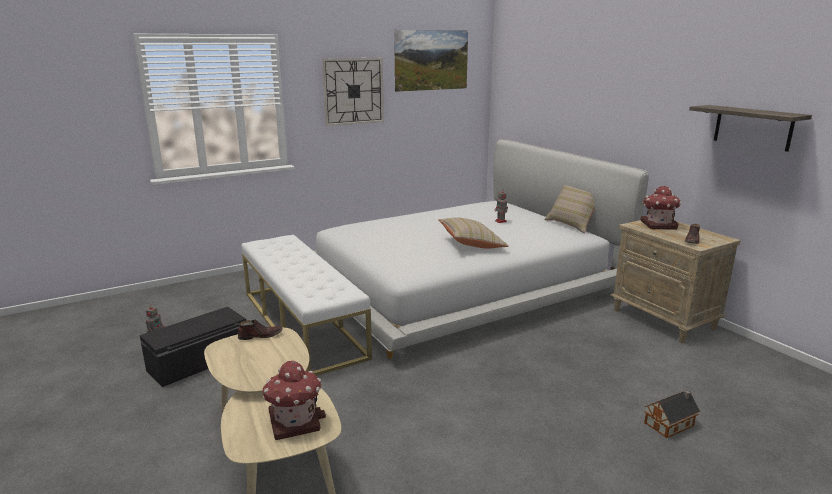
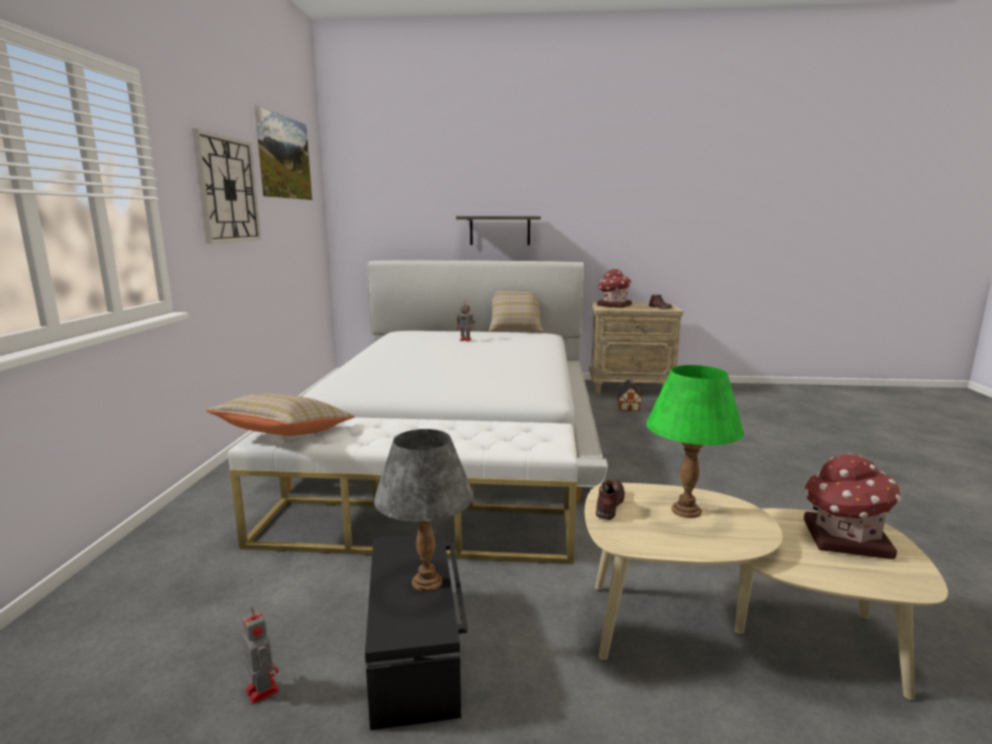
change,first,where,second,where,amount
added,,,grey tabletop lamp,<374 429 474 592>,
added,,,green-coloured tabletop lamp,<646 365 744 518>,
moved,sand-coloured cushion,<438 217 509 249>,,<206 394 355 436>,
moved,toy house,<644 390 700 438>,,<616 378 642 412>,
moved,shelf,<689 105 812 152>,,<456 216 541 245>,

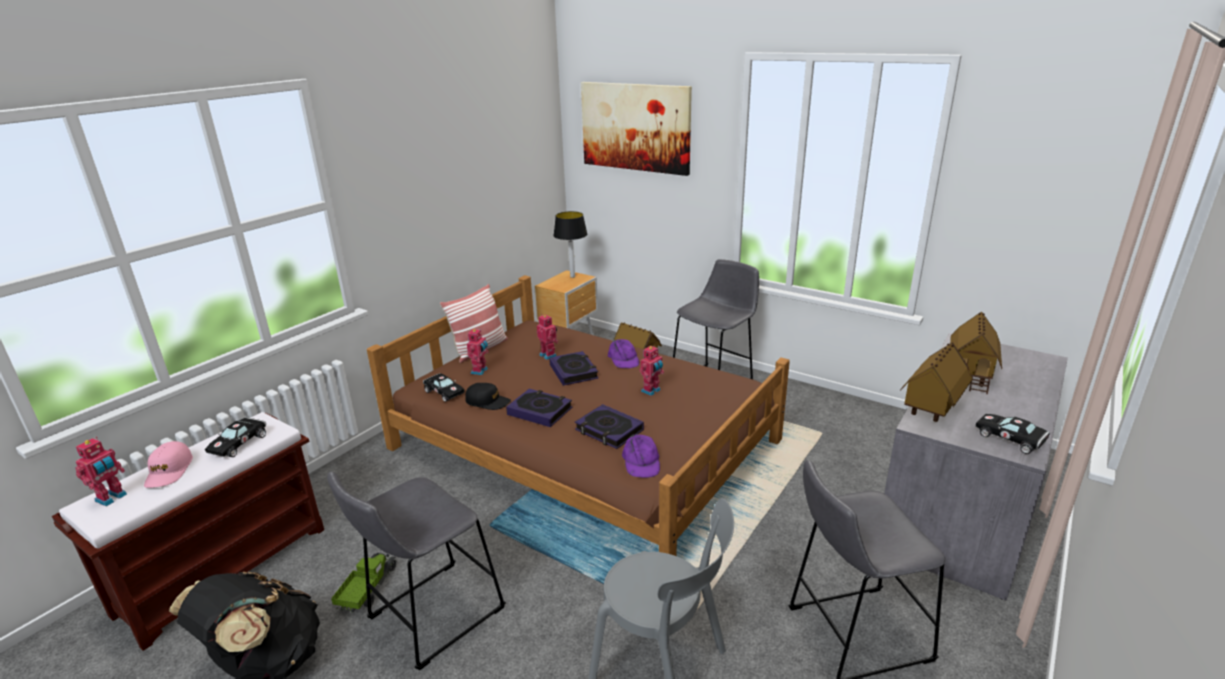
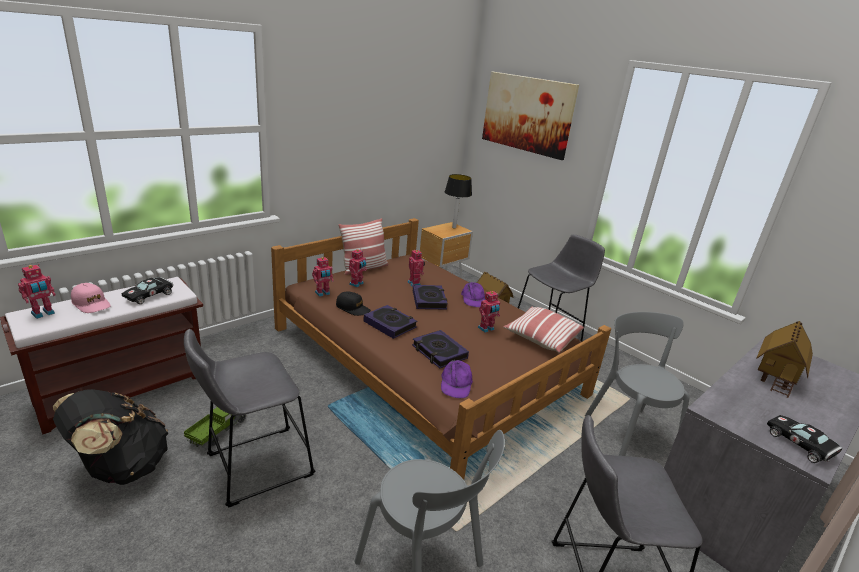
change,first,where,second,where,amount
removed,toy house,<900 342 972 422>,,,
added,,,cushion,<503 307 584 353>,
added,,,grey plain chair,<585 312 689 456>,
replaced,blackish toy car,<423 373 465 402>,robot figure,<312 257 334 297>,
turned,pinkish cap,<144 441 193 488>,,<71 283 111 313>,60 degrees counterclockwise

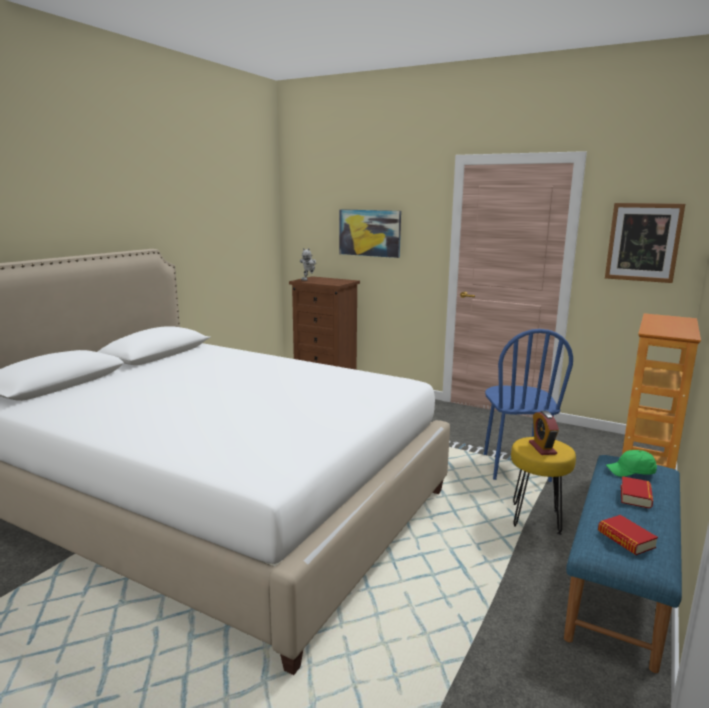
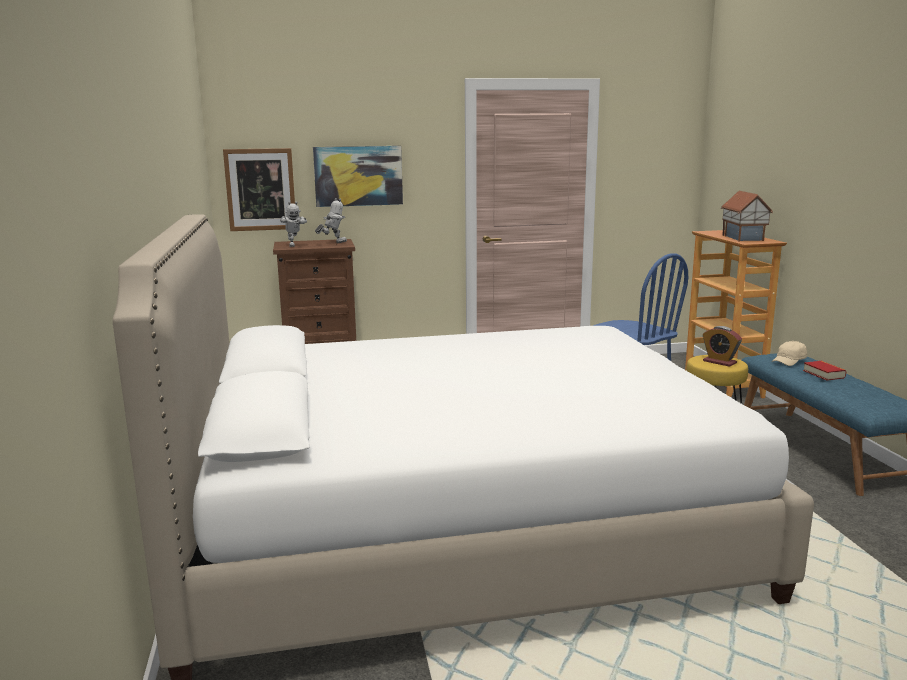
change,first,where,second,where,amount
removed,volume,<598 515 658 555>,,,
added,,,robot figure,<315 198 347 243>,
added,,,toy house,<721 191 773 241>,
moved,wall picture,<605 203 685 283>,,<223 148 295 231>,
recoloured,green-coloured cap,<606 450 657 477>,sand-coloured cap,<772 341 807 366>,

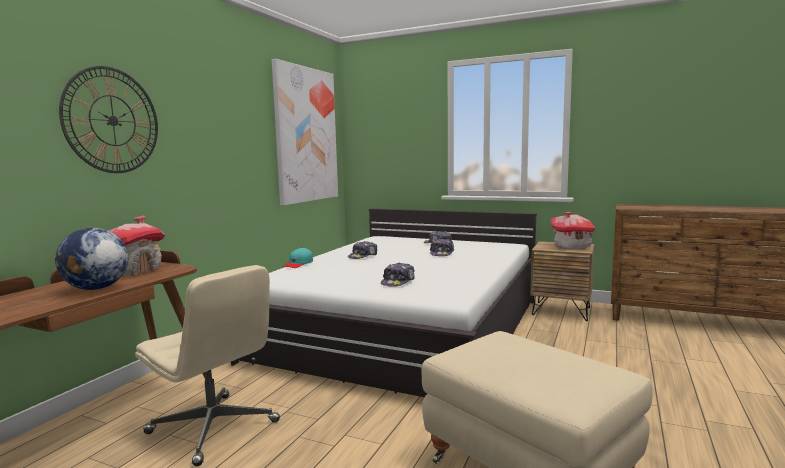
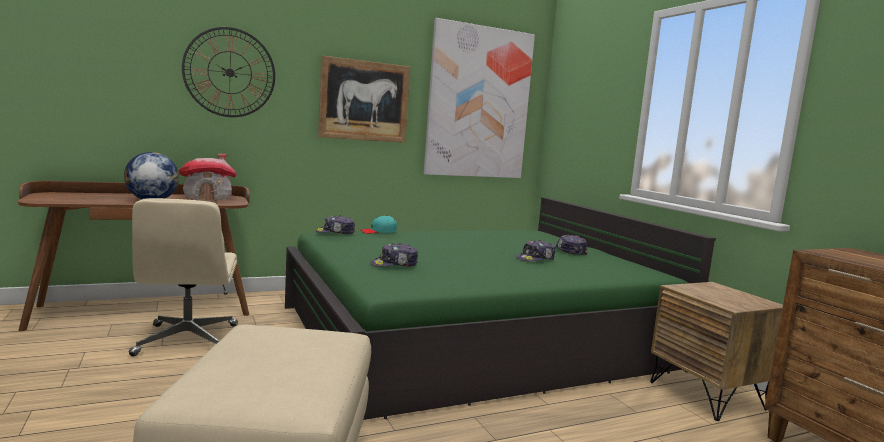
change,first,where,second,where,amount
removed,toy house,<551 212 595 249>,,,
added,,,wall picture,<318 56 410 143>,
moved,cap,<348 241 377 259>,,<315 216 355 234>,
recoloured,white-coloured sleeping bed,<231 208 537 397>,green-coloured sleeping bed,<285 197 716 420>,

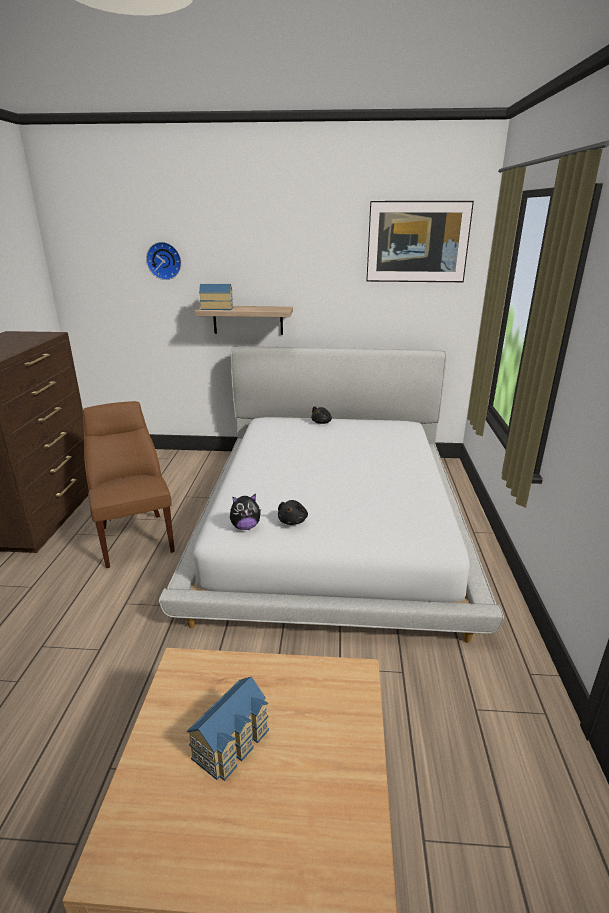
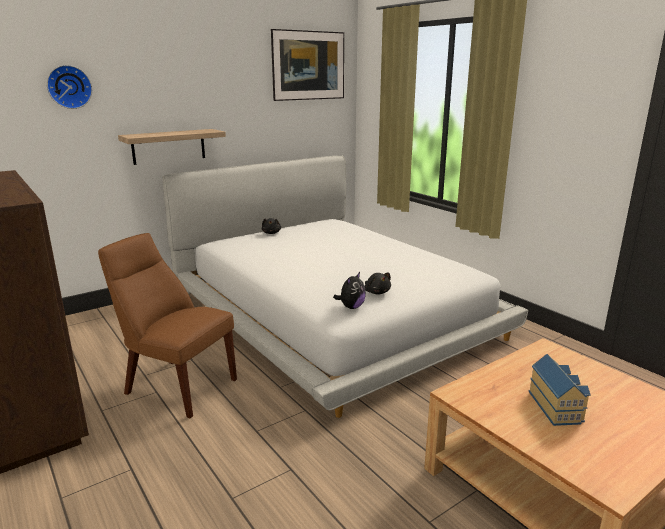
change,first,where,second,where,amount
removed,toy house,<199 284 233 310>,,,

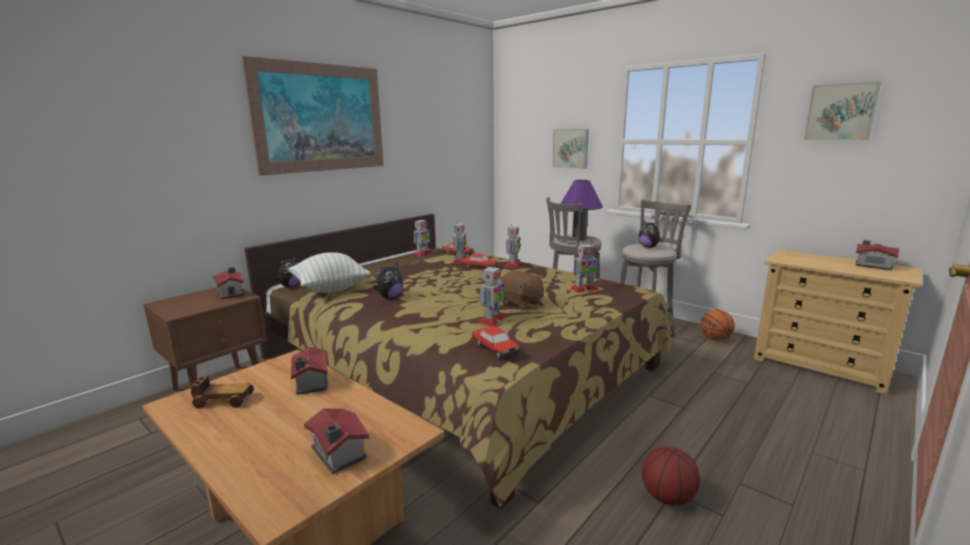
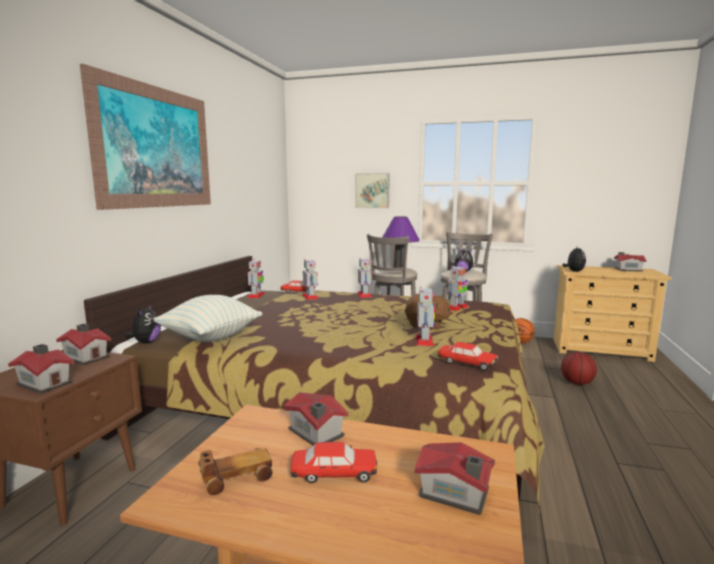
change,first,where,second,where,amount
removed,wall picture,<804 82 881 140>,,,
added,,,toy house,<8 344 74 394>,
moved,cuddly toy,<373 263 403 299>,,<562 245 586 272>,
moved,toy car,<461 254 498 268>,,<291 442 377 483>,
moved,basketball ball,<642 447 700 506>,,<561 352 597 385>,

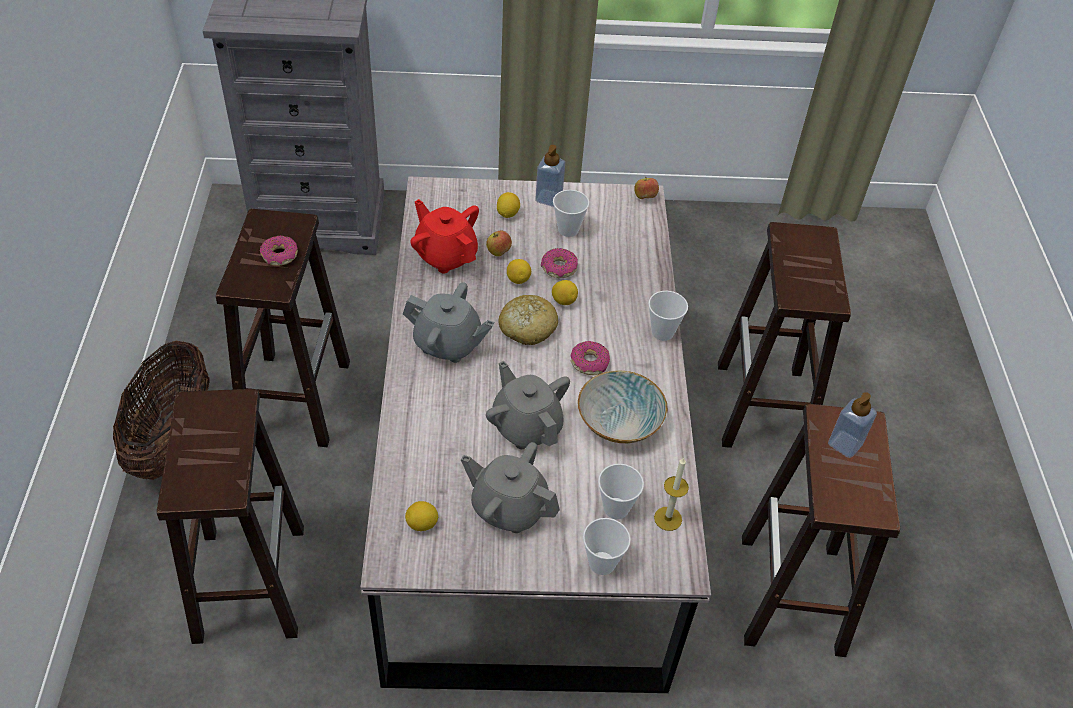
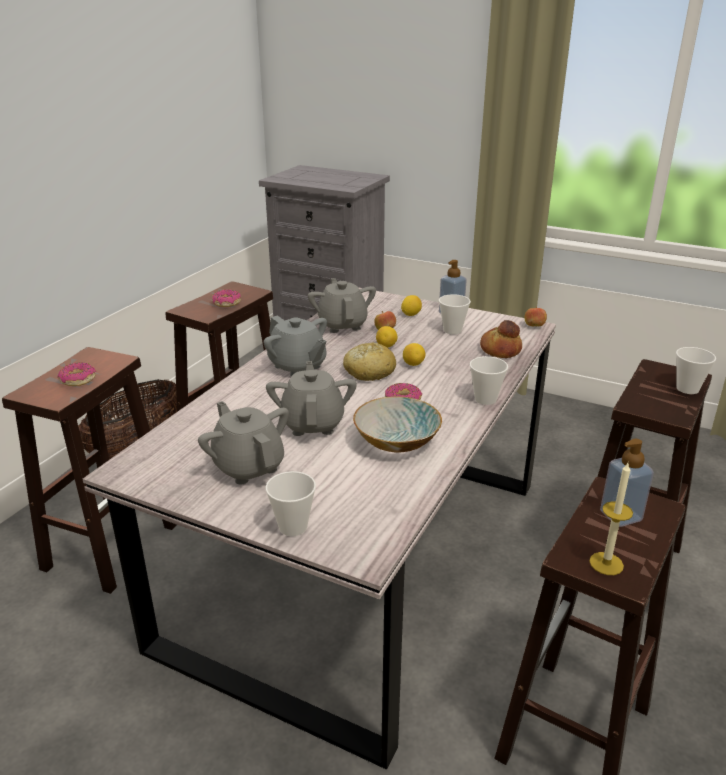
change,first,where,second,where,amount
removed,whole lemon,<405 501 438 531>,,,
added,,,bakery bread,<480 320 522 358>,
moved,doughnut,<541 248 578 278>,,<57 363 96 386>,
moved,small cup,<598 464 644 519>,,<676 347 716 394>,
moved,candle,<654 458 689 531>,,<589 463 633 575>,
recoloured,red-coloured teapot,<410 199 479 274>,grey teapot,<308 278 376 333>,

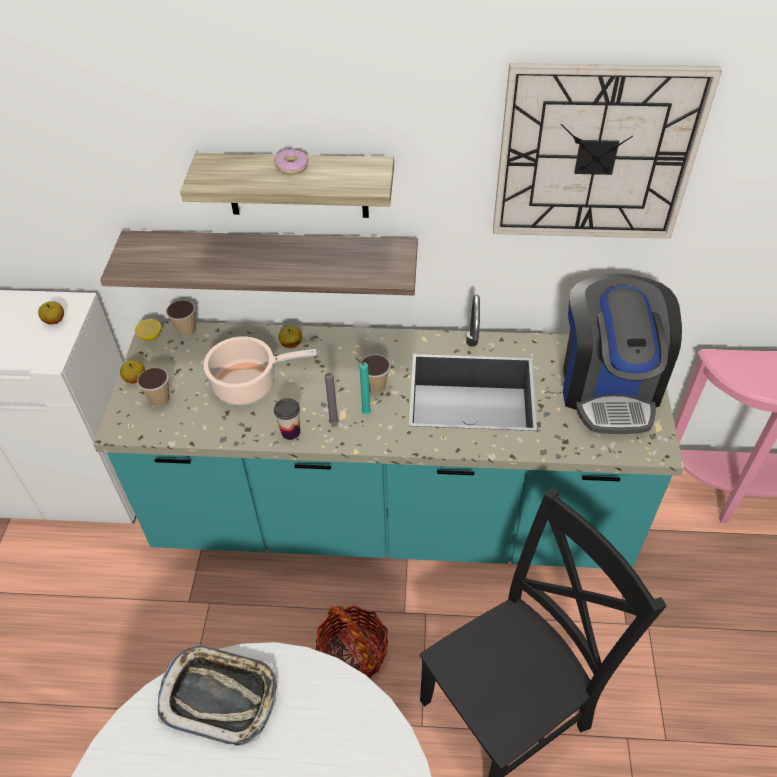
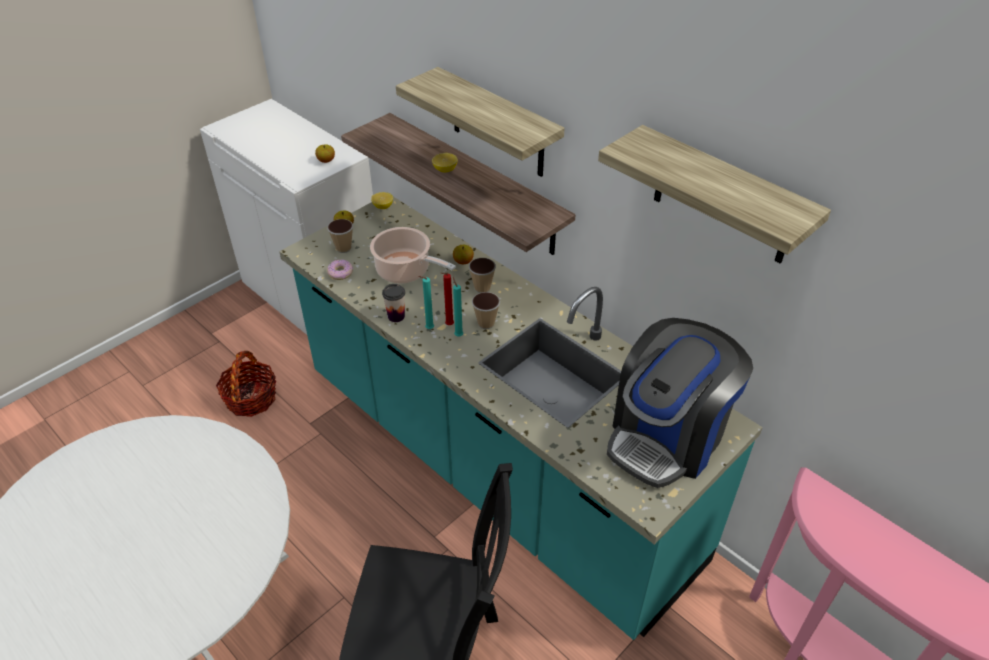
change,first,where,second,where,amount
removed,serving tray,<158 645 278 746>,,,
added,,,whole lemon,<432 153 458 173>,
added,,,red-coloured candle,<441 272 454 325>,
moved,small cup,<166 300 195 338>,,<469 258 496 293>,
moved,doughnut,<274 149 309 175>,,<327 260 353 280>,
moved,storage basket,<316 605 389 678>,,<216 351 276 417>,
replaced,hanging clock,<493 63 722 239>,shelf,<598 125 831 263>,
recoloured,grey candle,<325 373 339 425>,turquoise-coloured candle,<418 276 434 329>,

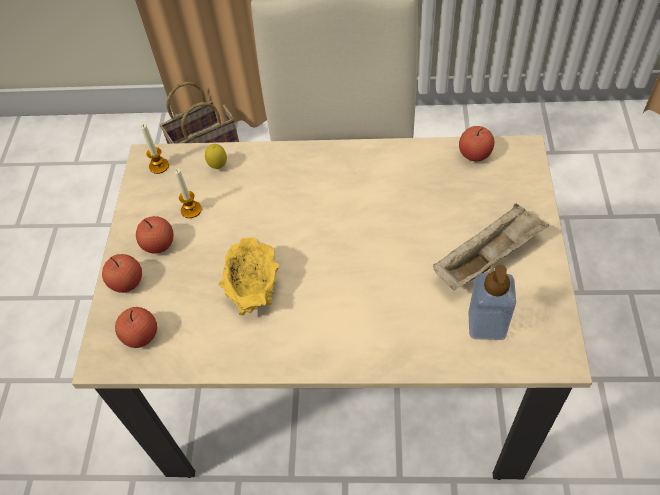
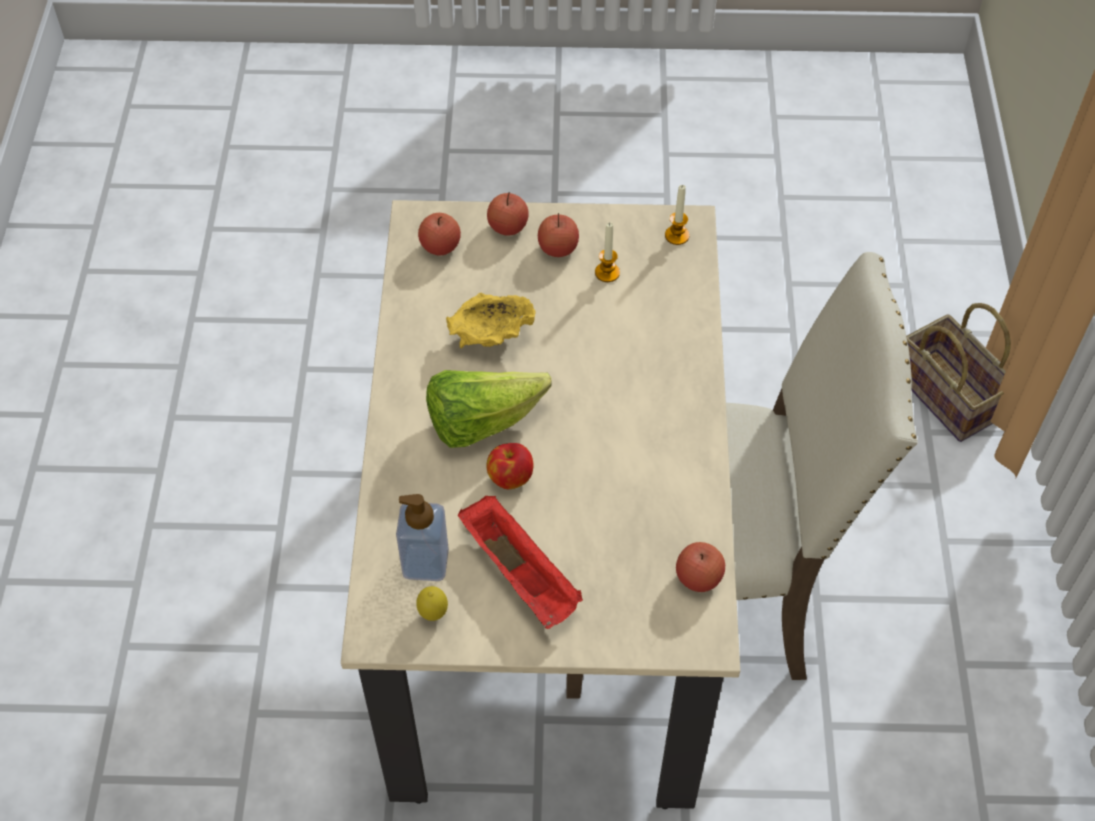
change,first,where,second,where,amount
added,,,lettuce head,<426 370 552 448>,
added,,,apple fruit,<487 443 533 489>,
moved,whole lemon,<205 144 227 169>,,<416 586 448 621>,
recoloured,sand-coloured serving tray,<433 203 549 290>,red-coloured serving tray,<458 496 583 629>,

